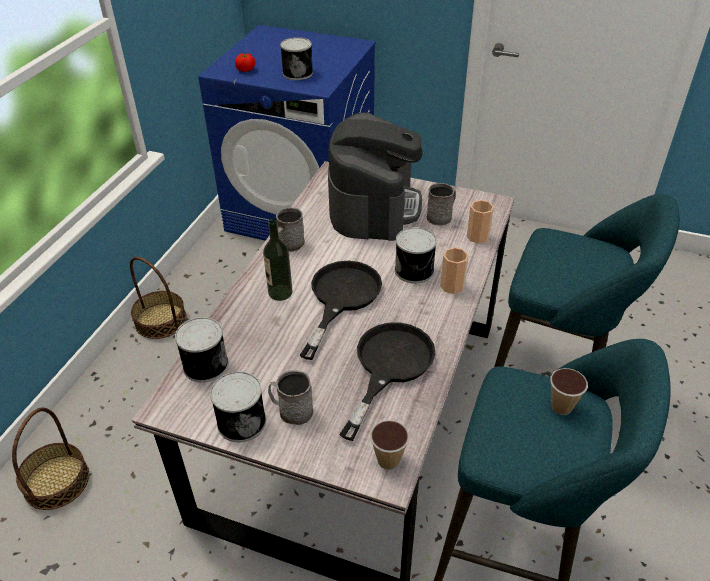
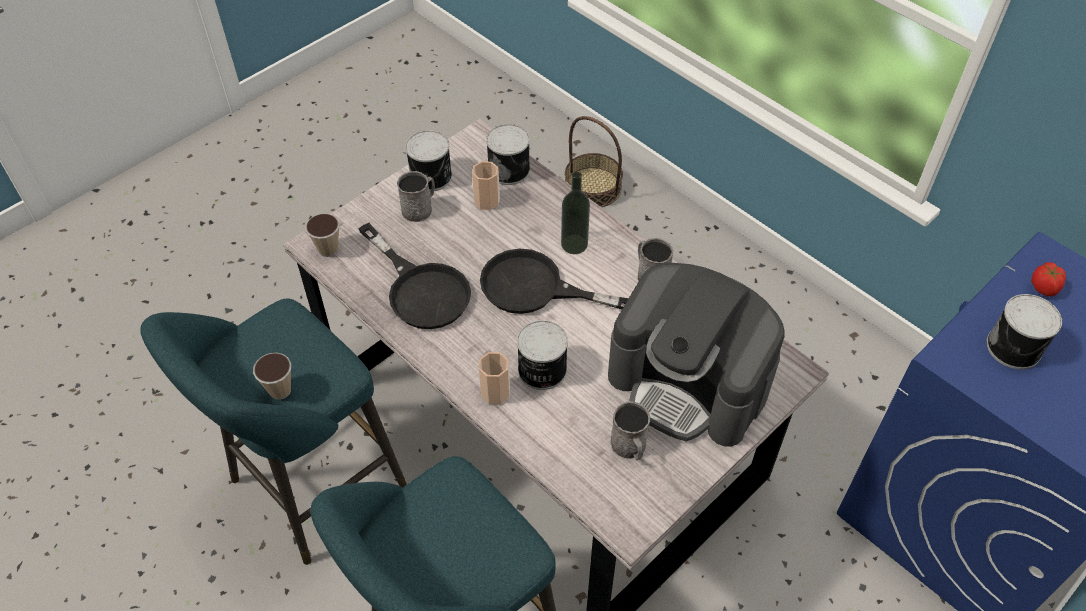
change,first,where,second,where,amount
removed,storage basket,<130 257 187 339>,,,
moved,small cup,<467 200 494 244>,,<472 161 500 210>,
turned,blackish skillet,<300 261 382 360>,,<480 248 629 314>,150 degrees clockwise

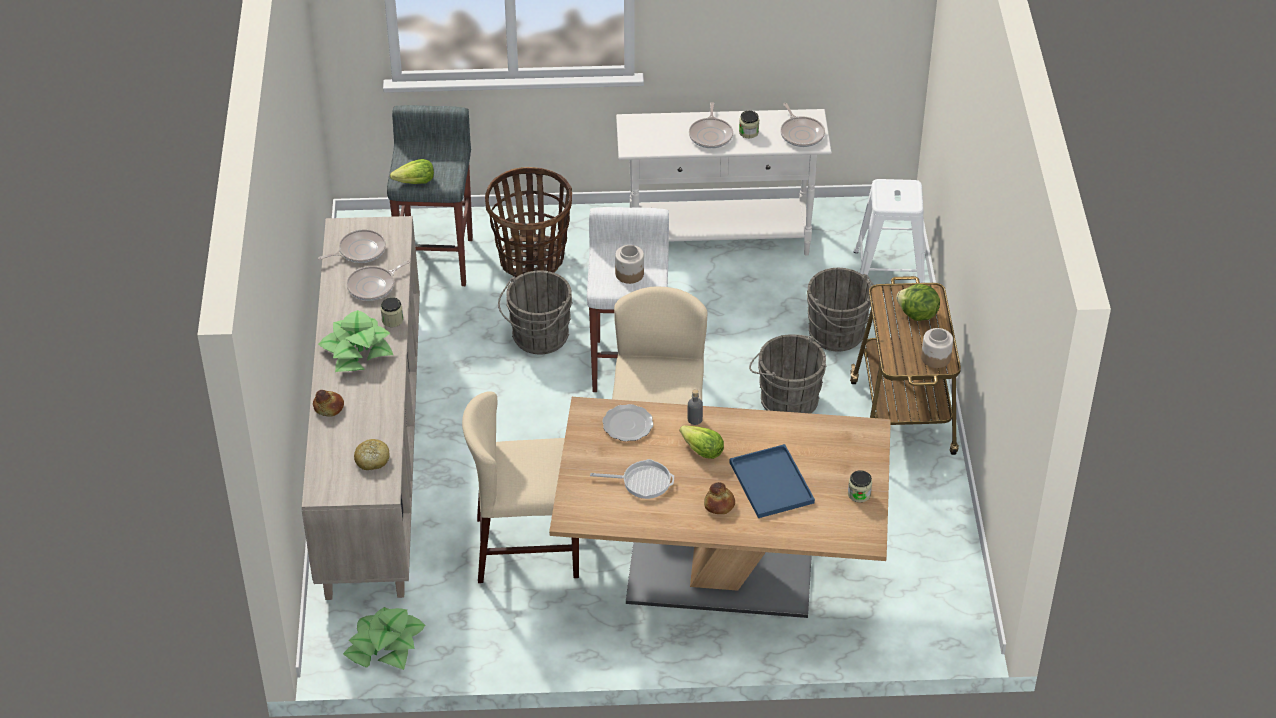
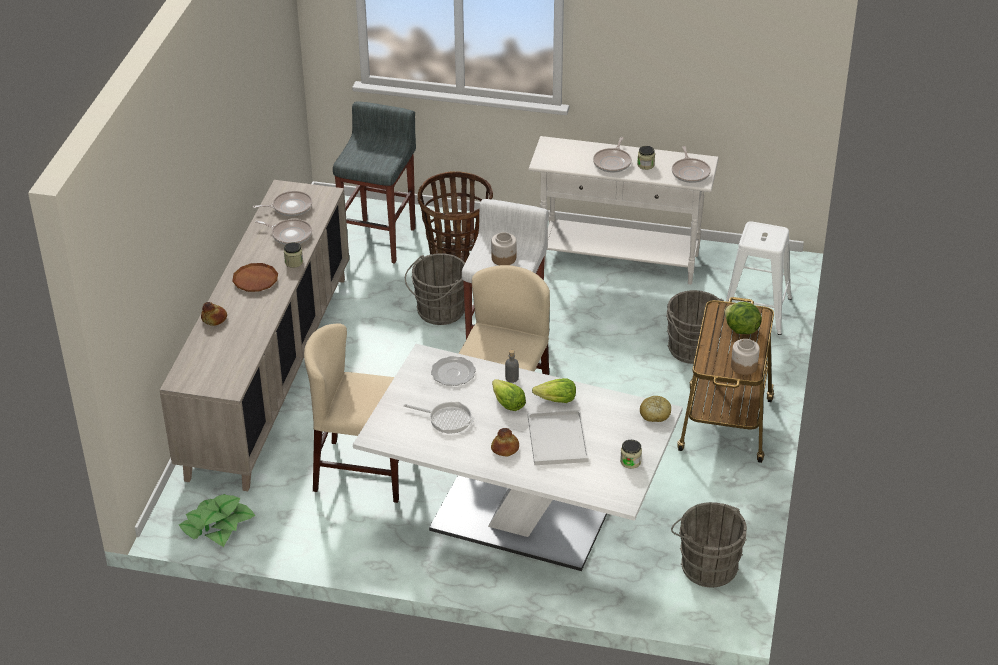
change,first,where,second,where,amount
moved,bakery bread,<354 439 390 470>,,<640 396 671 422>,
moved,lettuce head,<390 159 434 184>,,<532 378 576 403>,
moved,grey bucket,<749 334 826 414>,,<671 502 747 587>,
replaced,plant in a pot,<318 310 393 372>,brownish plate,<232 263 278 292>,
recoloured,brownish dining table,<549 397 891 618>,white-coloured dining table,<353 344 683 571>,
recoloured,bluish serving tray,<730 444 815 518>,white-coloured serving tray,<528 410 589 465>,
turned,skillet,<346 260 410 301>,,<255 219 312 245>,135 degrees counterclockwise

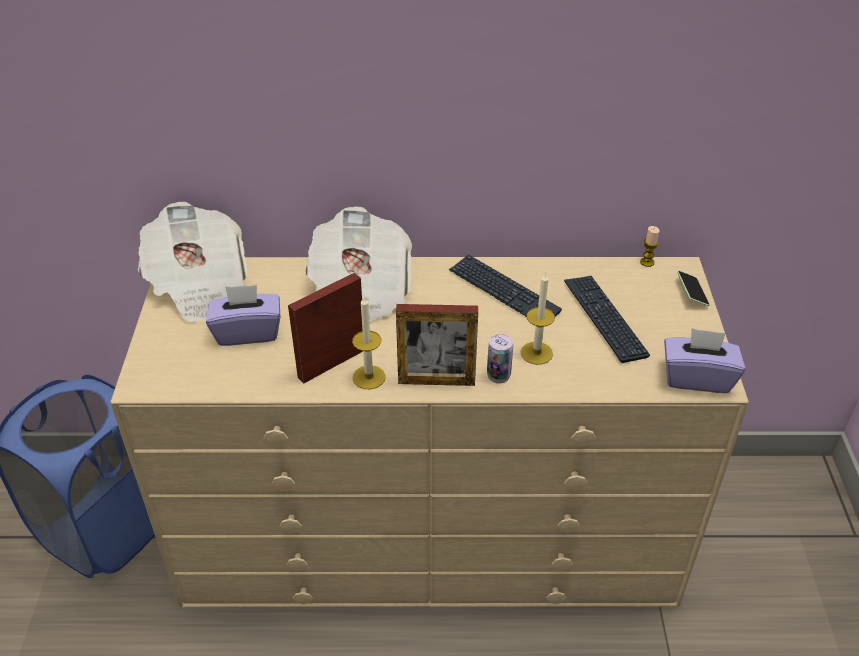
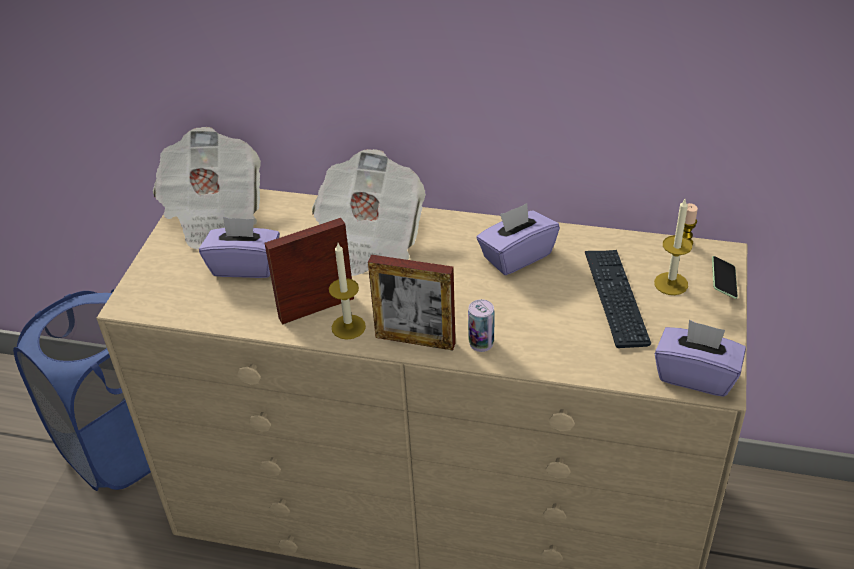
change,first,where,second,where,amount
moved,candle,<521 272 555 365>,,<654 199 692 295>,
replaced,PC keyboard,<449 254 562 317>,purple tissue holder,<476 203 560 275>,

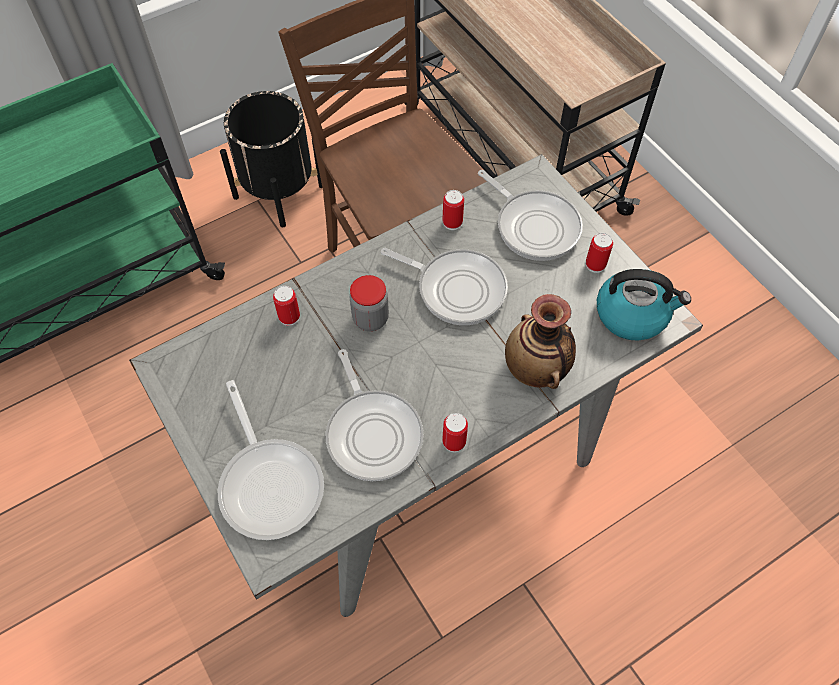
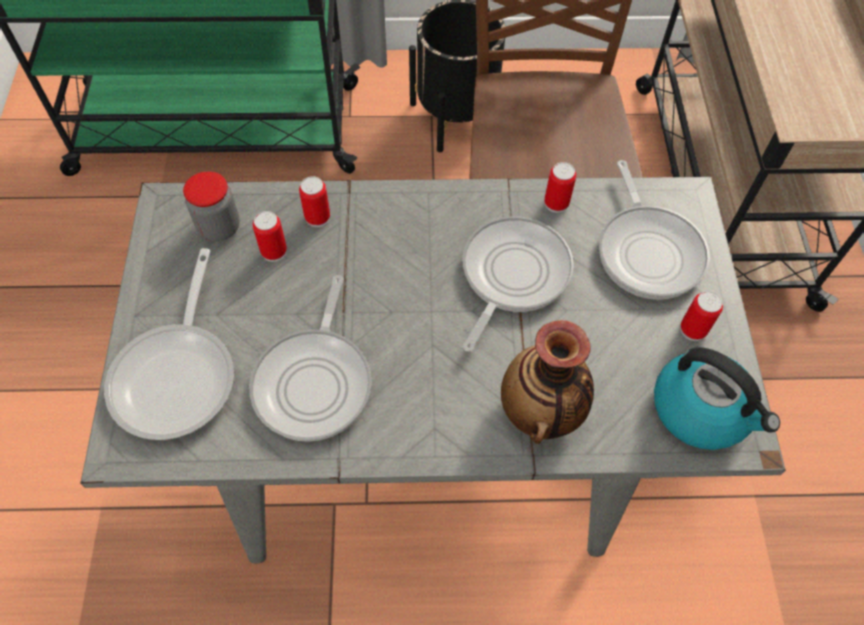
change,first,where,second,where,amount
moved,jar,<350 275 389 331>,,<183 171 240 241>,
moved,sealed can,<442 413 468 452>,,<253 211 287 262>,
turned,skillet,<381 248 508 325>,,<462 217 574 352>,120 degrees counterclockwise

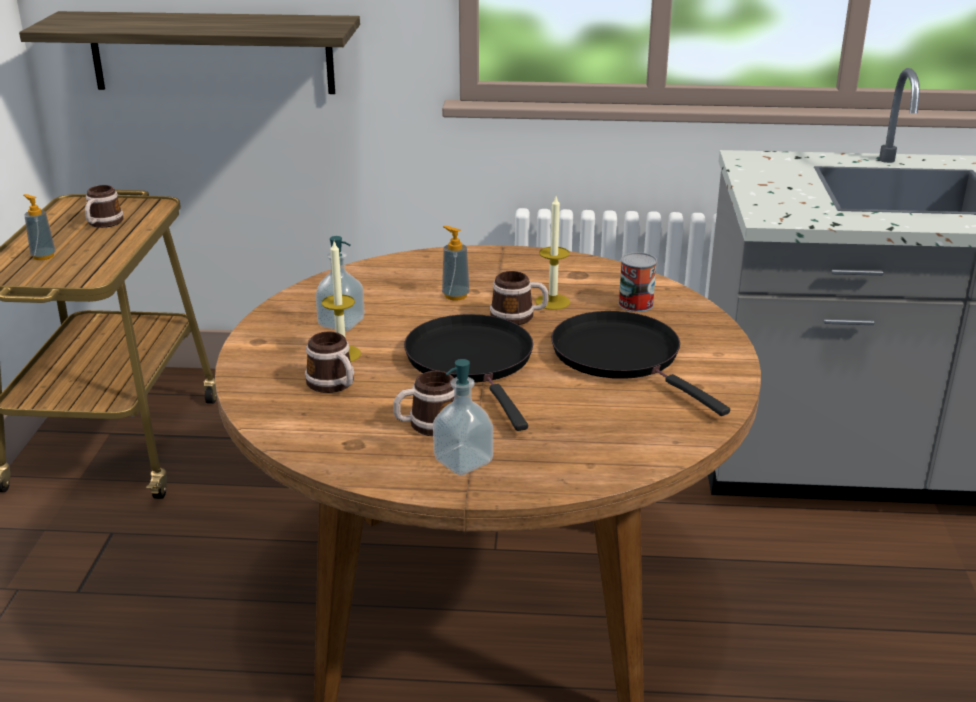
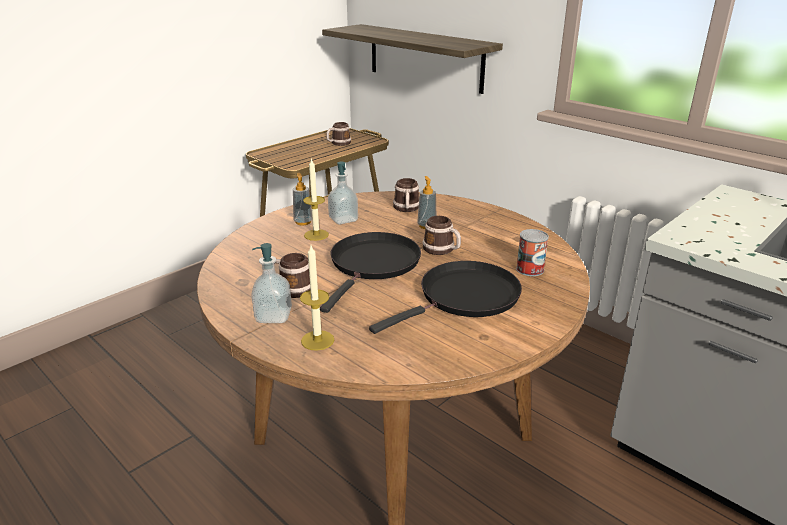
change,first,where,second,where,amount
moved,soap dispenser,<24 194 55 260>,,<293 173 312 225>,
moved,coffee mug,<305 331 354 393>,,<393 178 419 212>,
moved,candle,<535 196 570 310>,,<300 245 334 351>,
turned,blackish skillet,<551 311 730 416>,,<369 261 522 334>,45 degrees clockwise

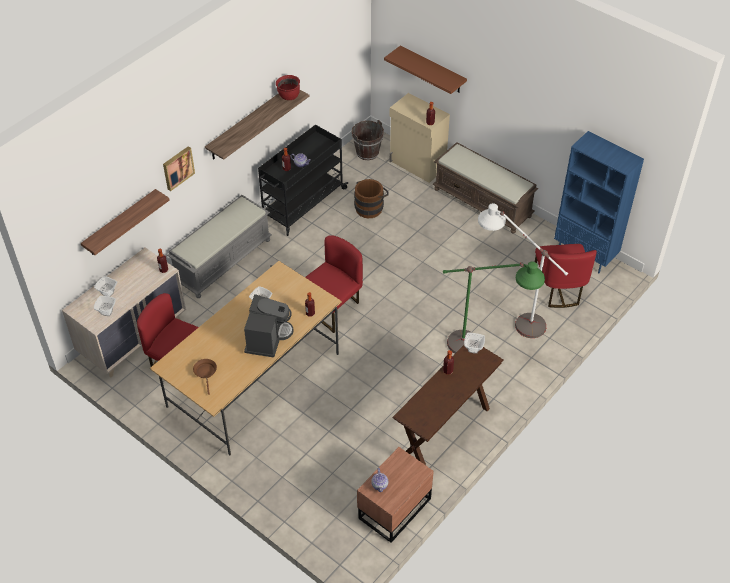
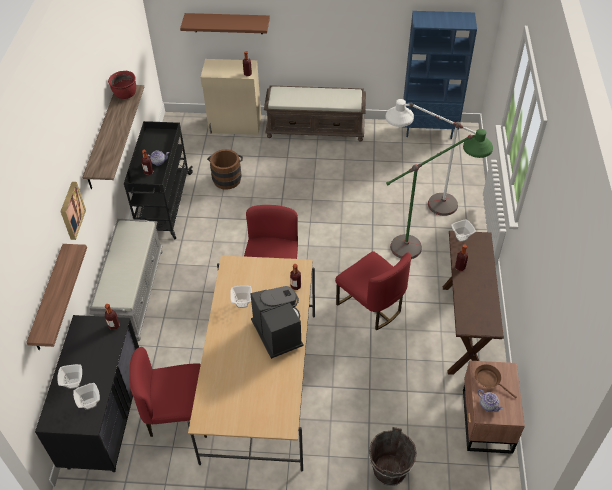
change,first,where,second,where,amount
moved,brownish skillet,<193 359 217 395>,,<475 364 516 398>,
moved,brownish bucket,<352 120 384 160>,,<369 427 417 486>,
moved,red-coloured plain chair,<535 244 597 308>,,<335 251 411 330>,
recoloured,sand-coloured drawer chest,<62 248 186 377>,blackish drawer chest,<35 315 139 472>,

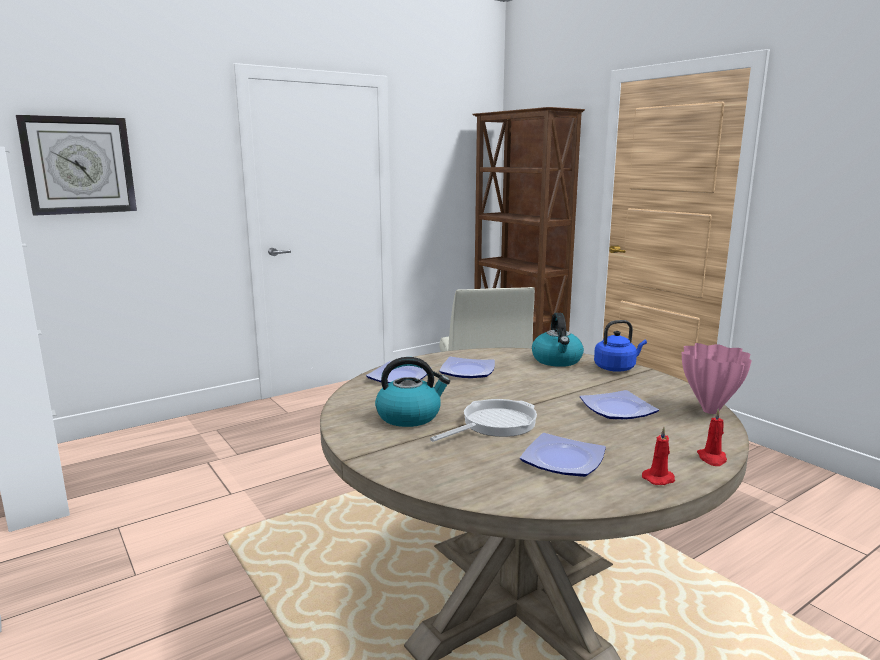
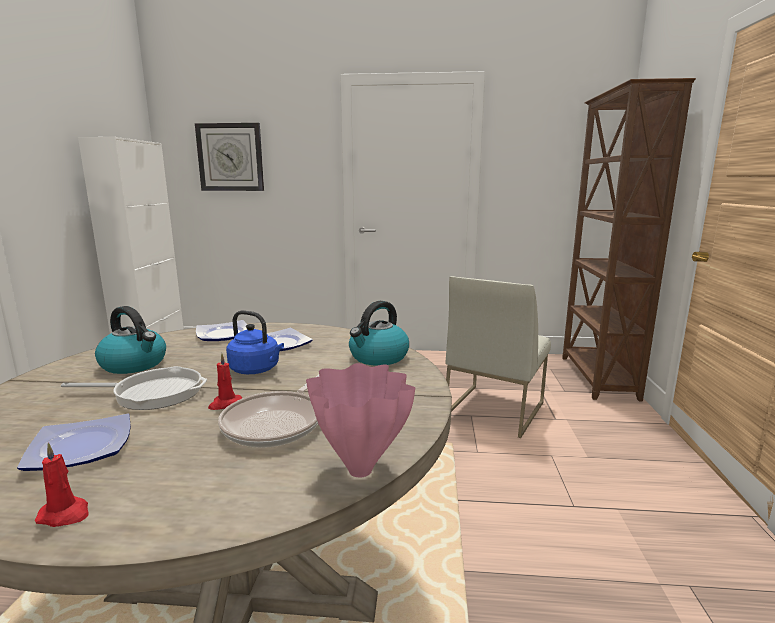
change,first,where,second,where,amount
moved,bluish tea kettle,<594 320 647 372>,,<226 310 284 374>,
moved,red-coloured candle,<697 408 727 466>,,<208 353 242 410>,
replaced,plate,<580 390 659 419>,skillet,<218 375 319 448>,

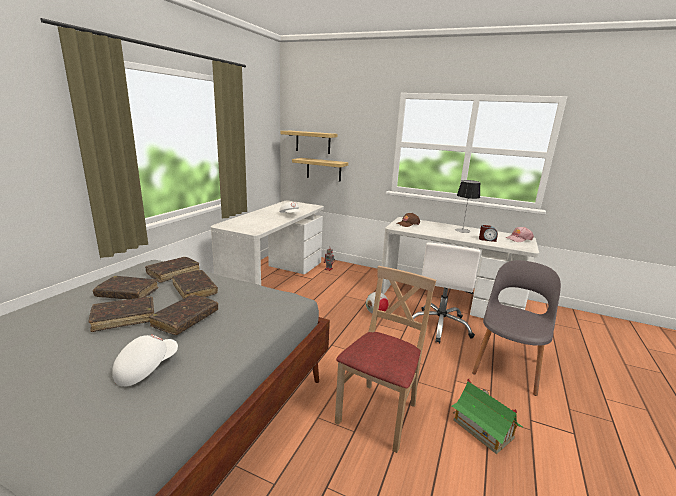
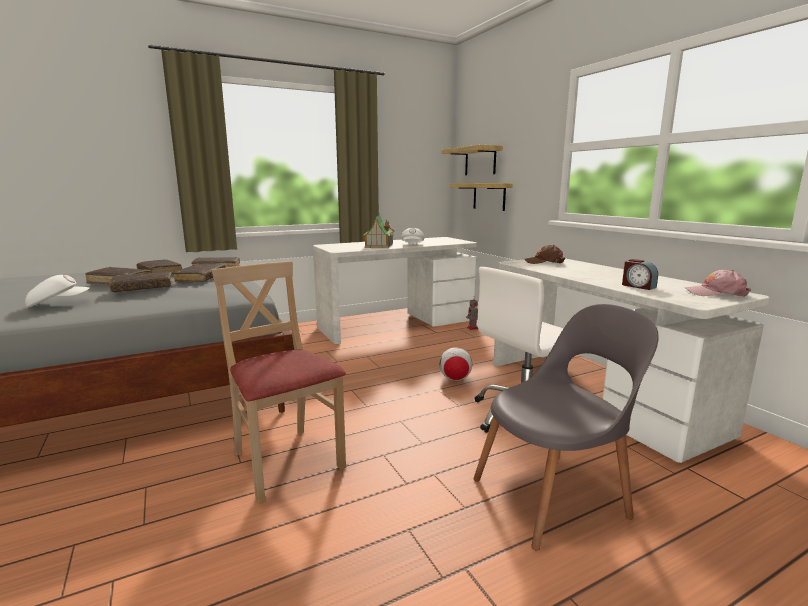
change,first,where,second,where,amount
removed,tabletop lamp,<455 180 481 233>,,,
moved,toy house,<452 379 523 454>,,<363 214 395 248>,
turned,sand-coloured plain chair,<335 266 436 453>,,<212 261 346 503>,105 degrees counterclockwise

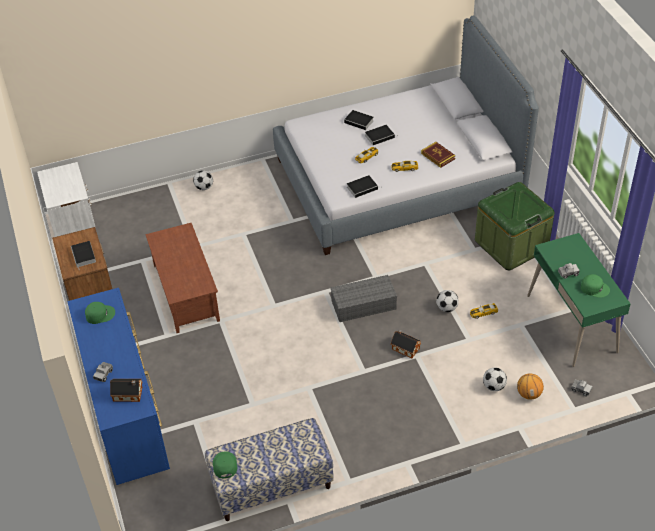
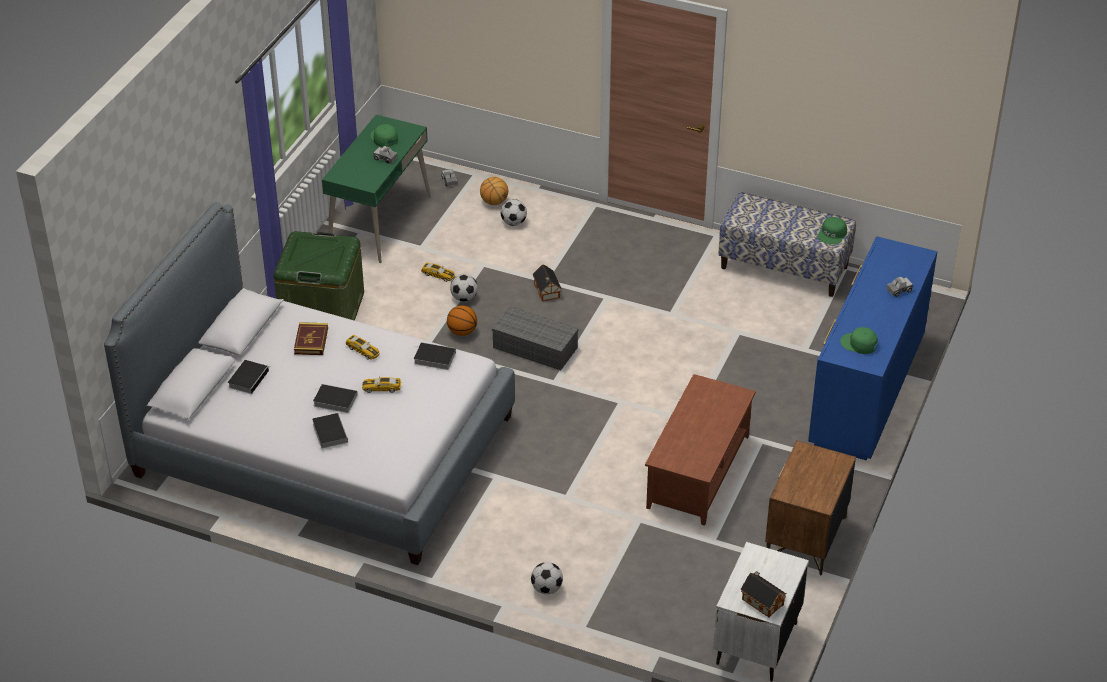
change,first,where,second,where,amount
added,,,basketball ball,<447 305 477 336>,
moved,volume,<71 241 96 270>,,<228 360 269 394>,
moved,toy house,<110 379 142 402>,,<740 571 786 618>,

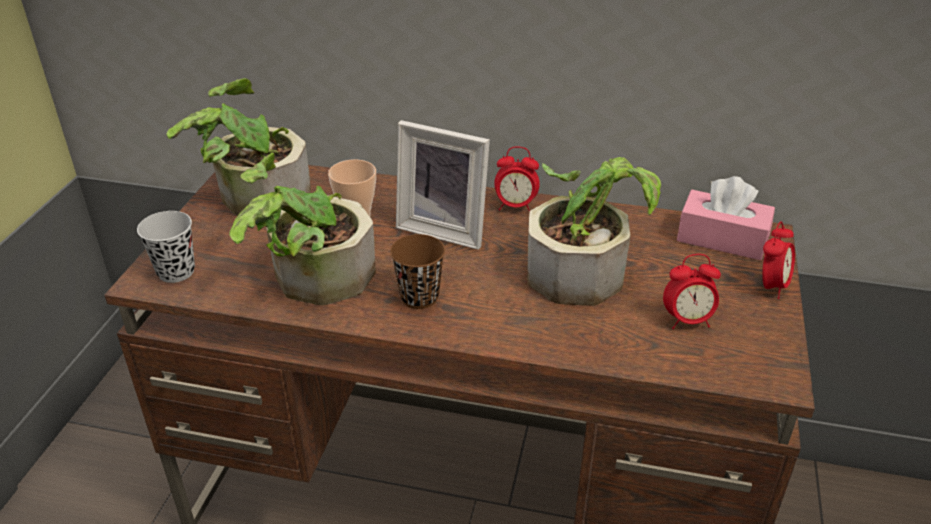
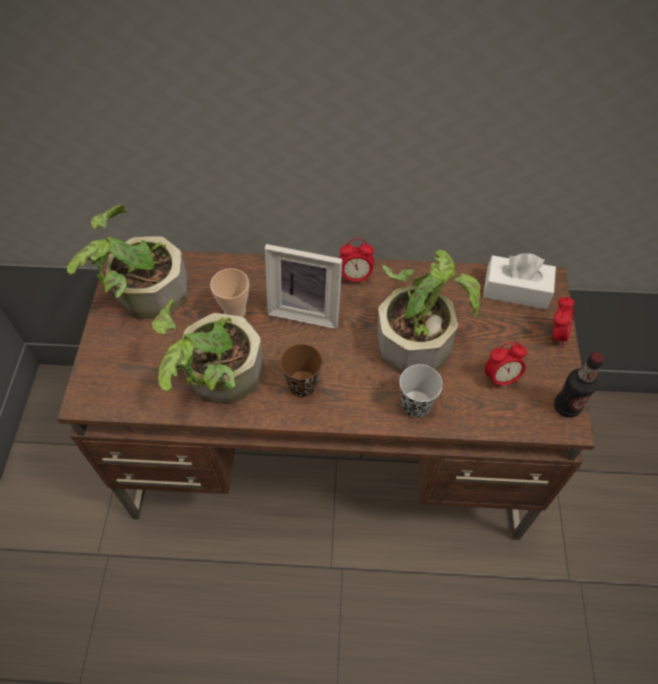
change,first,where,second,where,amount
added,,,beverage bottle,<554 352 605 418>,
moved,blackish small cup,<137 211 195 283>,,<399 364 443 418>,
recoloured,pinkish tissue holder,<677 176 775 260>,white-coloured tissue holder,<483 253 556 309>,

